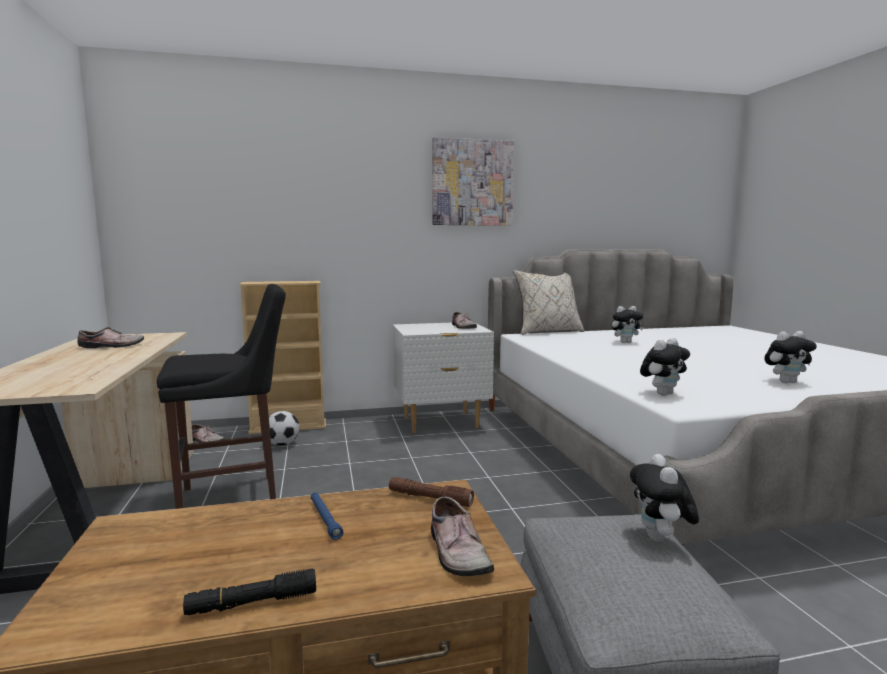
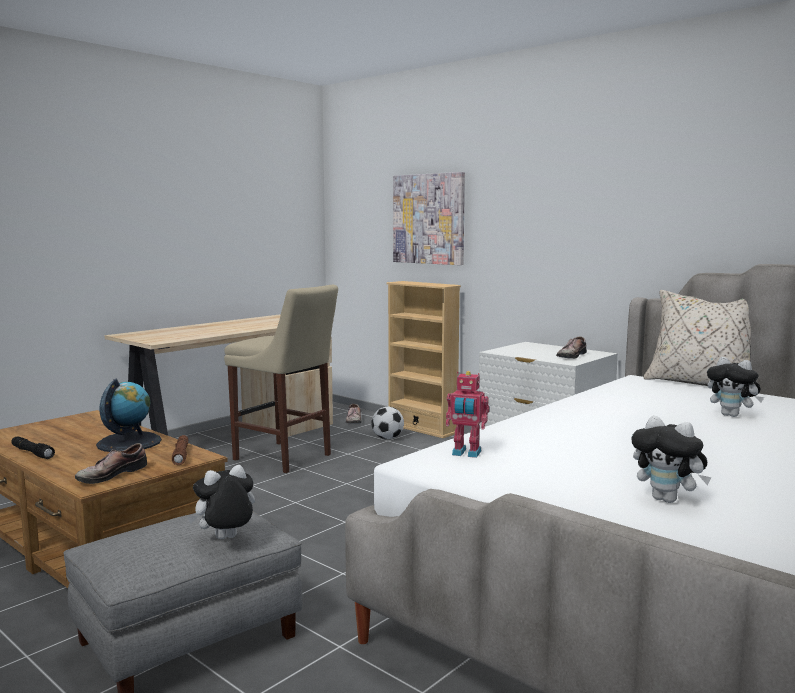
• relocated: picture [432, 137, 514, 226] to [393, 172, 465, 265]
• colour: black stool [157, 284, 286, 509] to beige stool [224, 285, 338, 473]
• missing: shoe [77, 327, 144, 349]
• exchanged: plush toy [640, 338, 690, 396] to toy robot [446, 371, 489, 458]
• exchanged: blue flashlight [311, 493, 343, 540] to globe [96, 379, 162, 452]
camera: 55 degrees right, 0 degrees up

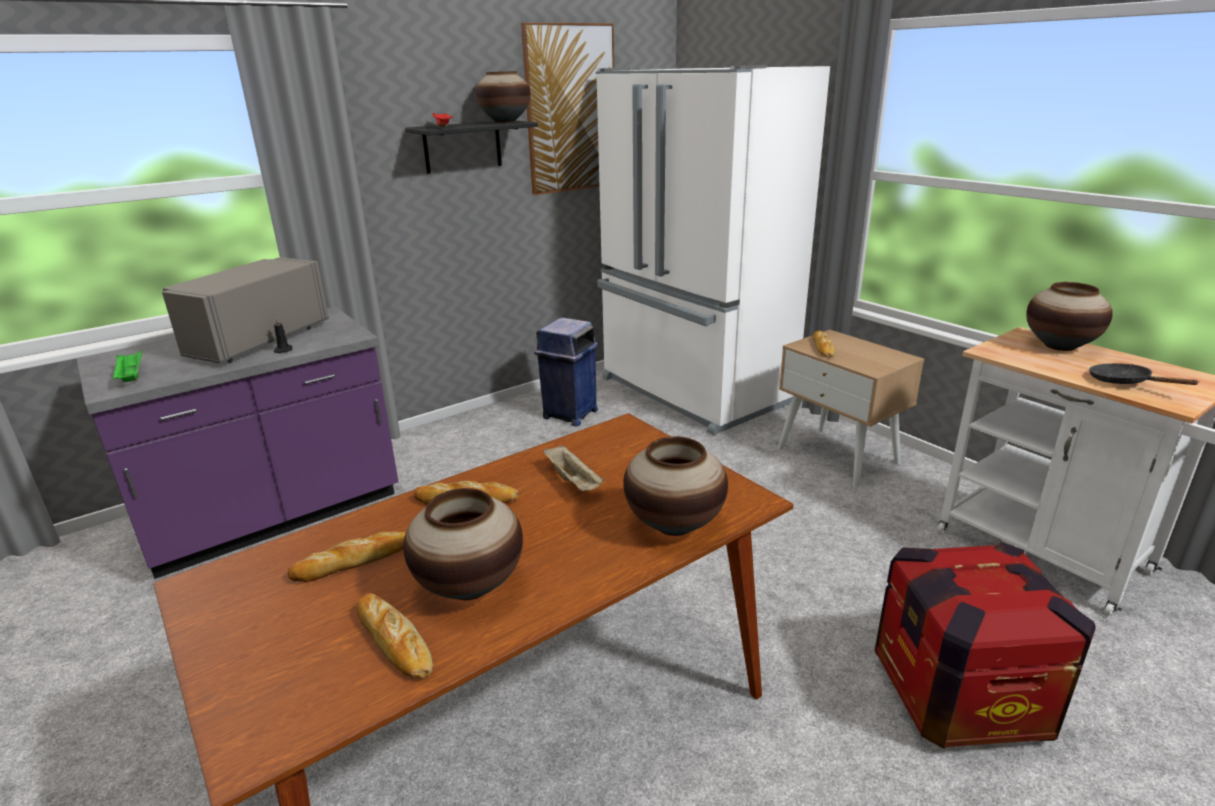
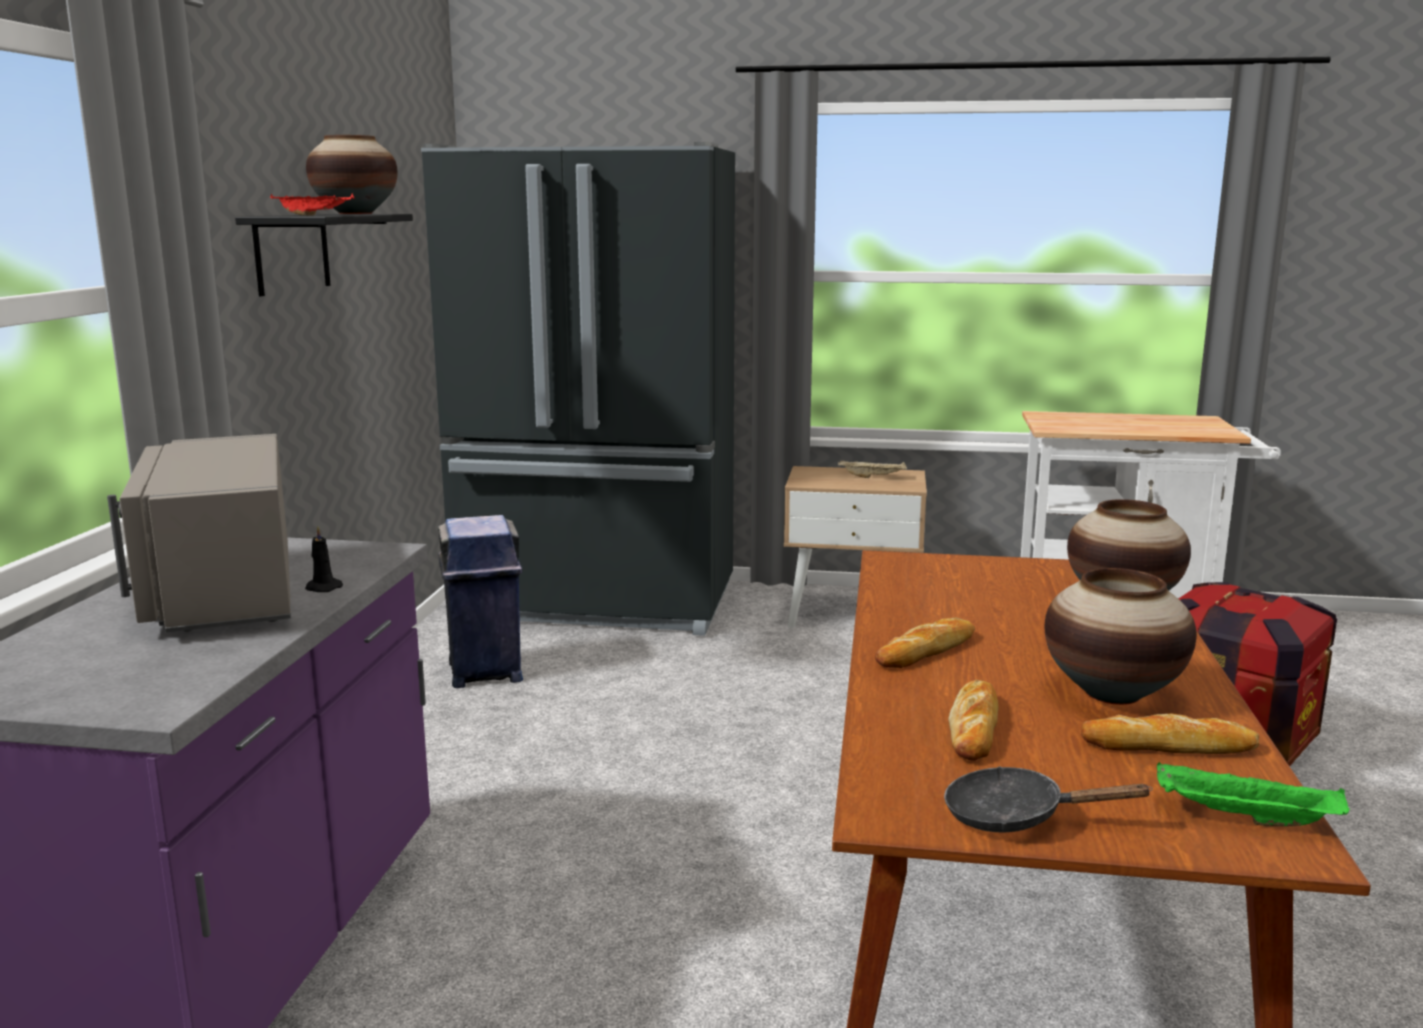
• missing: picture [521, 22, 614, 195]
• colour: white fridge [596, 65, 830, 435] to black fridge [421, 142, 735, 636]
• missing: vase [1026, 282, 1113, 351]
• missing: bread [813, 330, 835, 358]
• relocated: green tray [112, 350, 143, 382] to [1157, 761, 1350, 827]
• relocated: black frying pan [1089, 363, 1200, 385] to [944, 766, 1153, 832]
• relocated: beige tray [544, 445, 604, 491] to [838, 460, 907, 478]
camera: 45 degrees left, 10 degrees down

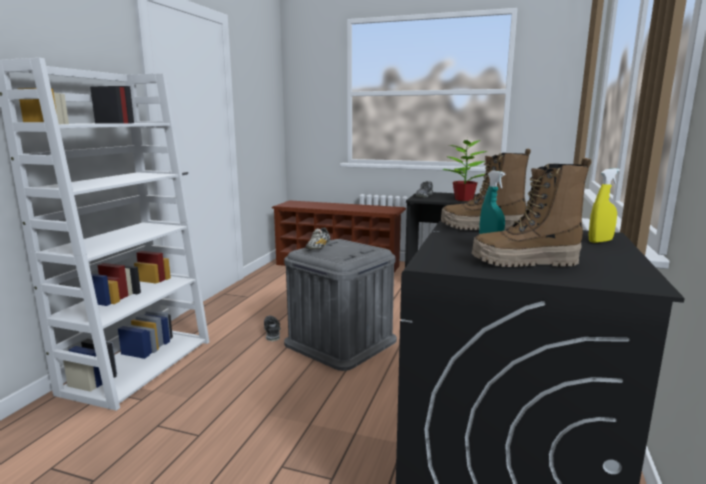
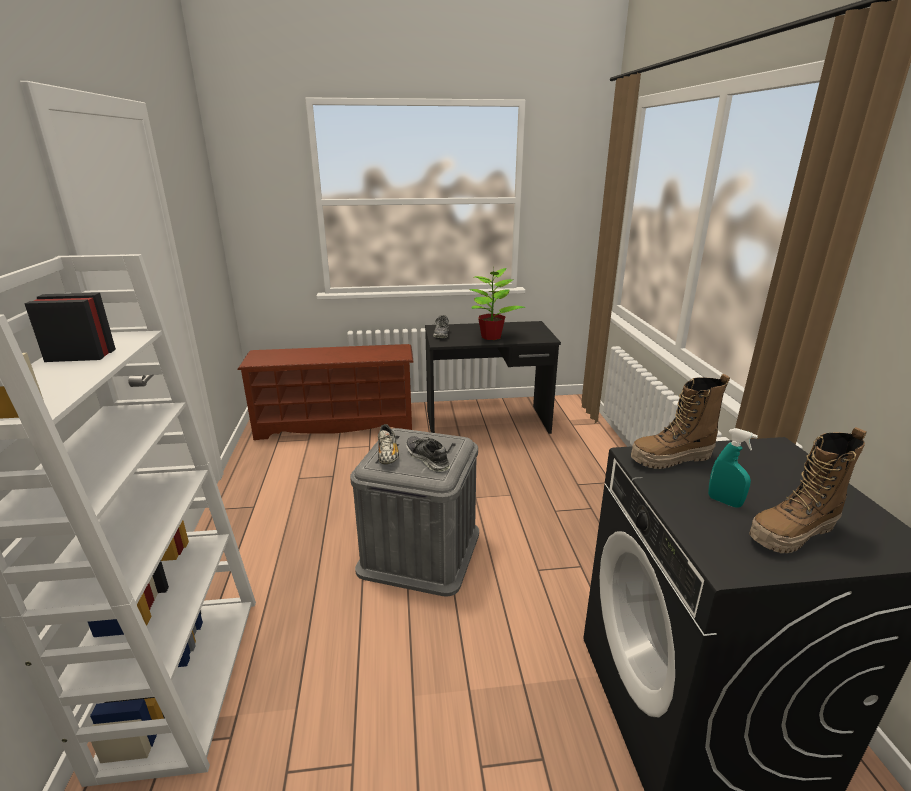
• missing: yellow spray bottle [589, 168, 620, 243]
• relocated: shoe [264, 315, 281, 341] to [406, 436, 450, 472]
camera: 25 degrees left, 10 degrees up

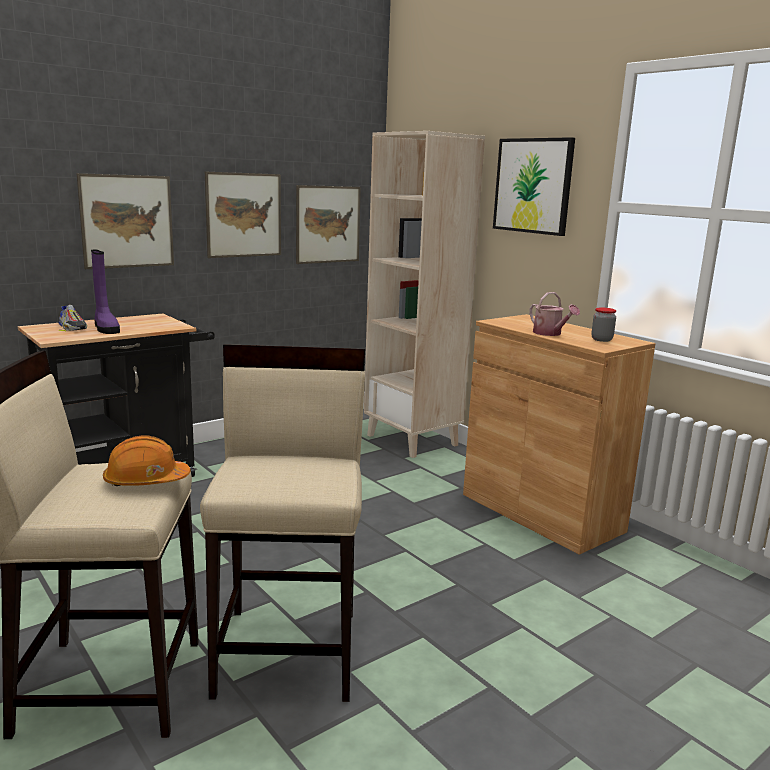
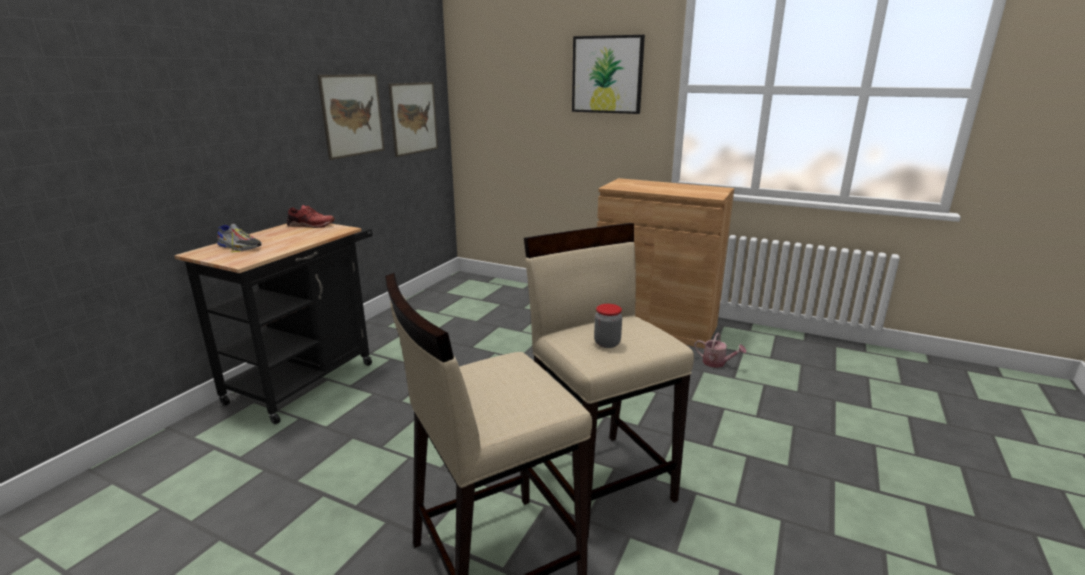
• missing: beige bookcase [364, 131, 485, 458]
• missing: picture [76, 173, 174, 269]
• missing: purple boot [91, 250, 120, 334]
• relocated: watering can [529, 292, 580, 336] to [694, 333, 746, 368]
• relocated: jar [591, 308, 616, 342] to [594, 304, 622, 348]
• missing: orange hard hat [103, 436, 191, 486]
• appeared: red shoe [287, 205, 335, 228]
camera: 25 degrees left, 5 degrees up

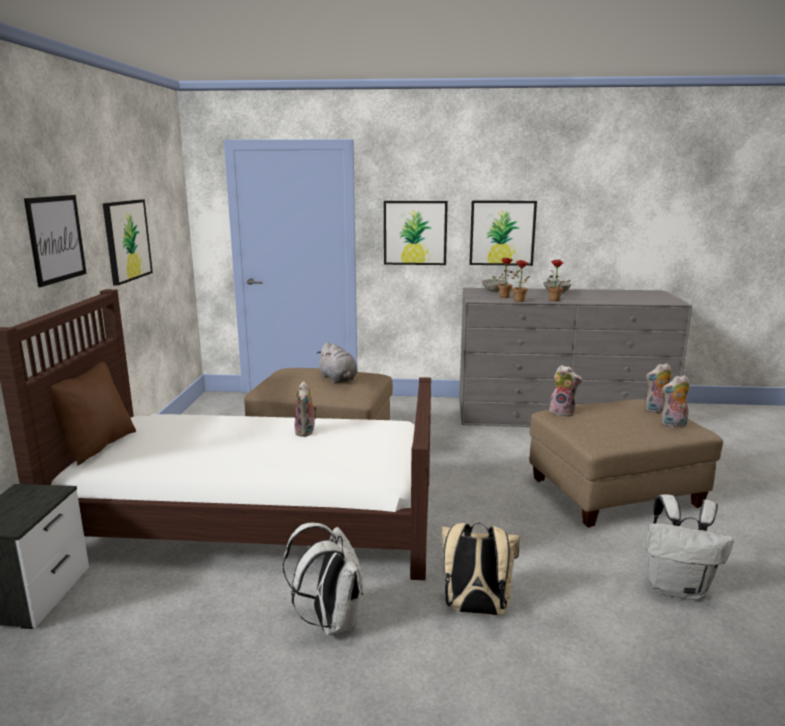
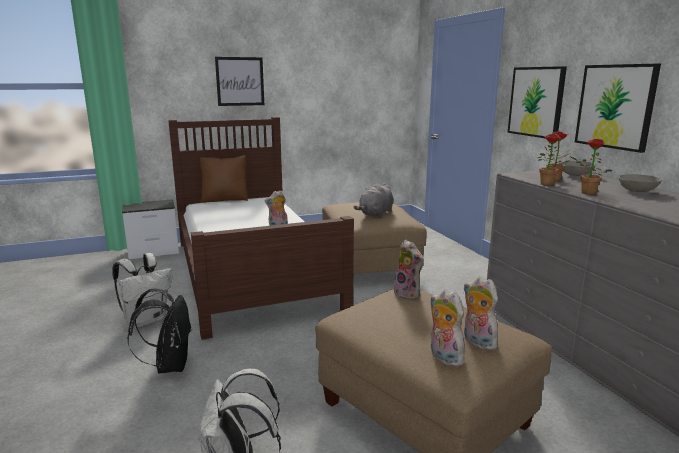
• missing: picture [103, 199, 153, 286]
• spun: plush toy [549, 365, 582, 417] = [394, 240, 424, 299] 45 degrees counterclockwise
• colour: beige backpack [441, 523, 520, 615] to black backpack [127, 288, 192, 373]
camera: 65 degrees right, 0 degrees up

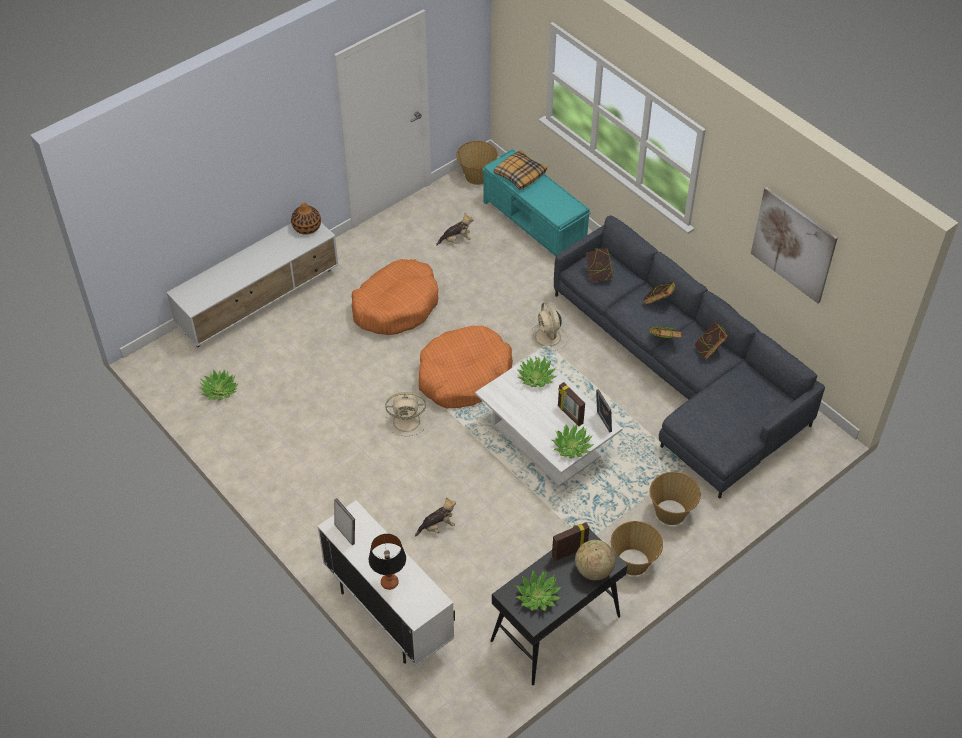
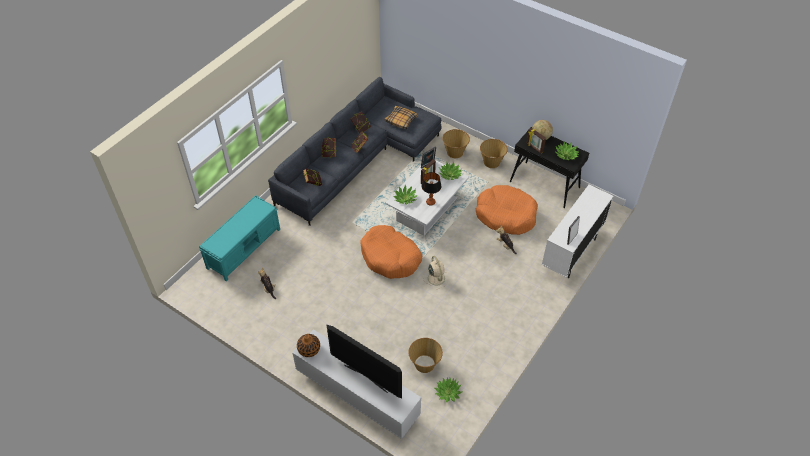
• relocated: basket [456, 141, 498, 185] to [409, 338, 443, 373]
• relocated: pillow [493, 150, 547, 190] to [384, 106, 418, 129]
• missing: picture [751, 187, 838, 304]
• relocated: orange dog bed [352, 259, 438, 335] to [476, 185, 538, 235]
• missing: beige fan [530, 302, 568, 351]
• relocated: table lamp [369, 534, 406, 590] to [422, 172, 441, 205]
• appeared: television [326, 324, 402, 398]
camera: 105 degrees left, 0 degrees up

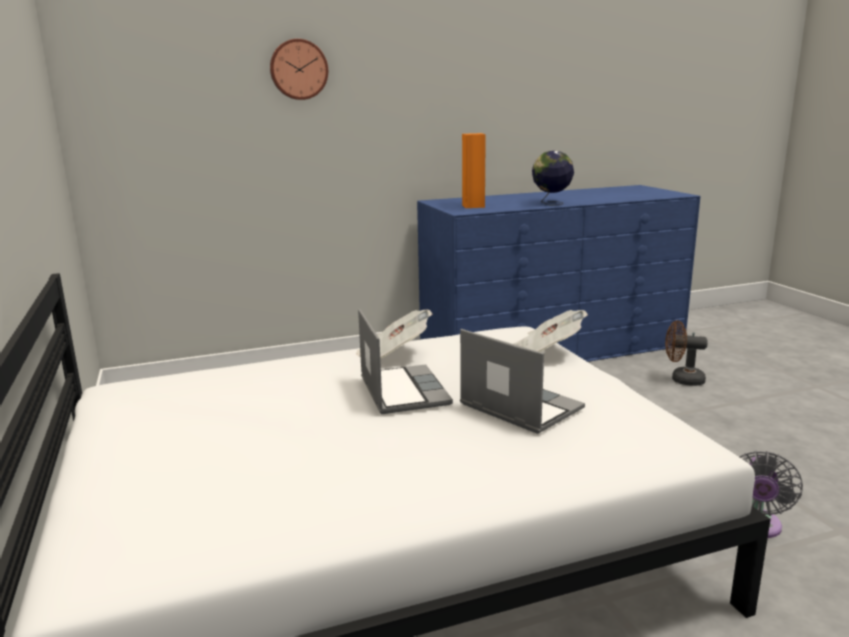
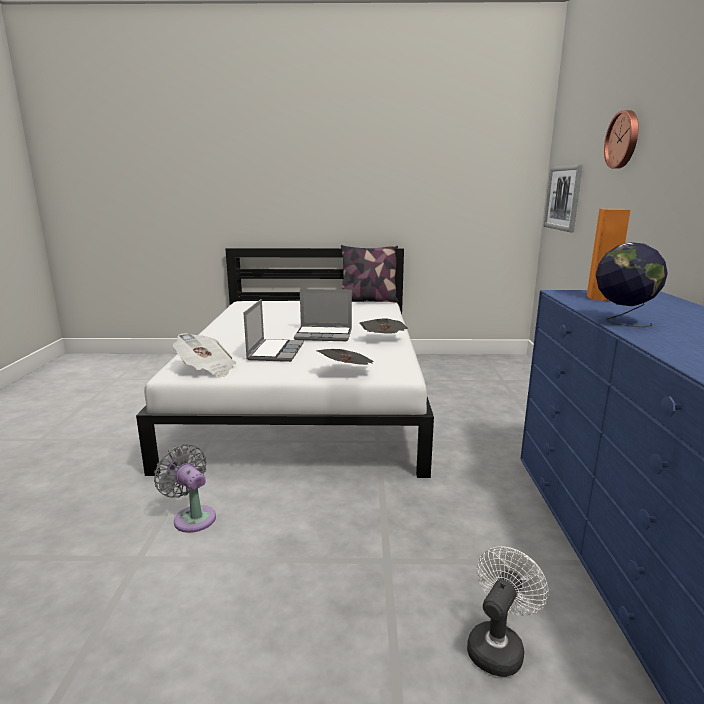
• colour: brown fan [665, 320, 708, 386] to white fan [467, 546, 548, 677]
• spun: laptop [460, 329, 585, 434] = [244, 299, 304, 362] 60 degrees counterclockwise
• appeared: picture [544, 165, 583, 232]
• appeared: pillow [341, 245, 398, 303]
• appeared: newspaper [173, 333, 237, 377]
camera: 110 degrees right, 0 degrees up

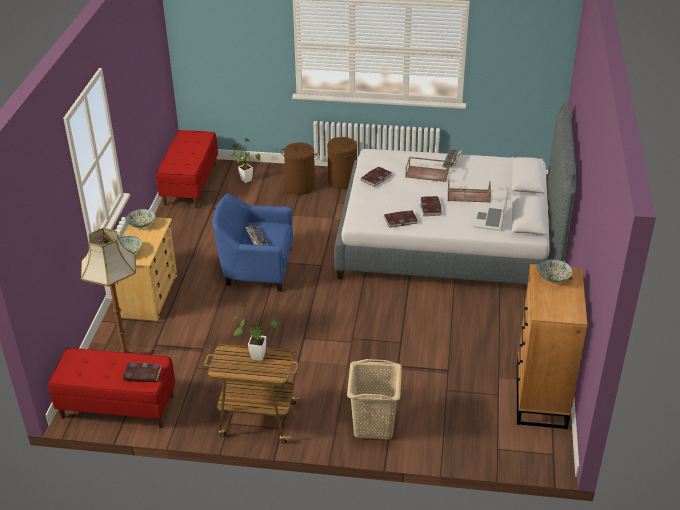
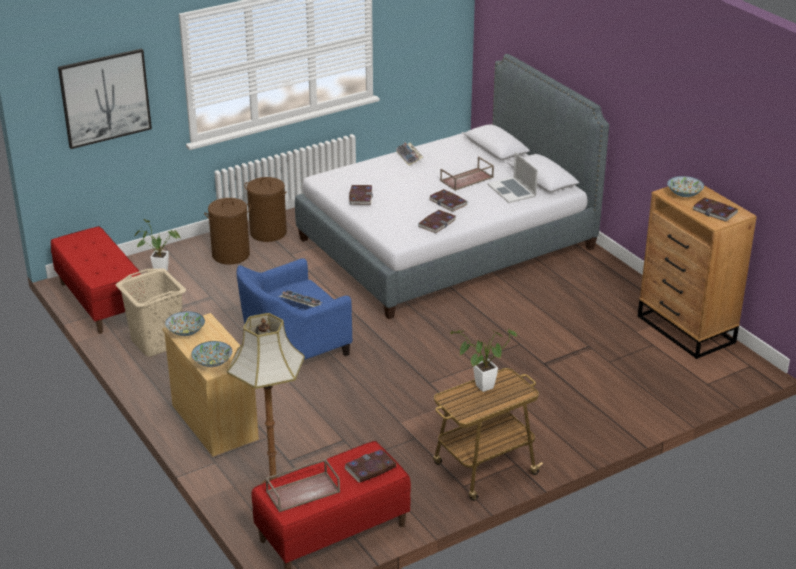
• relocated: brown tray [405, 157, 450, 182] to [265, 459, 340, 512]
• relocated: beige laundry basket [347, 359, 402, 439] to [116, 268, 186, 357]
• appeared: picture [58, 49, 152, 149]
• appeared: book [693, 197, 738, 222]
camera: 40 degrees left, 5 degrees down

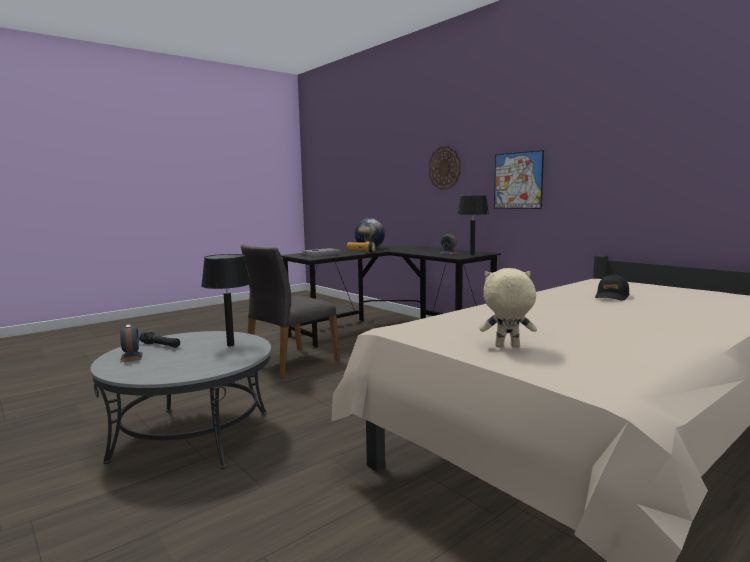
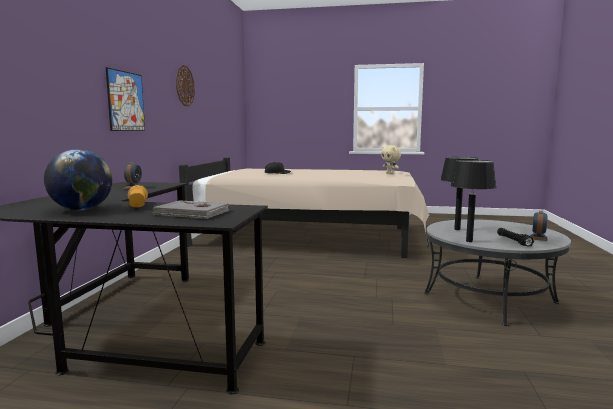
• relocated: wall clock [429, 146, 461, 190] to [176, 65, 195, 107]
• relocated: black table lamp [458, 195, 489, 255] to [450, 160, 496, 242]
• missing: grey chair [241, 245, 340, 379]
camera: 130 degrees left, 0 degrees up

